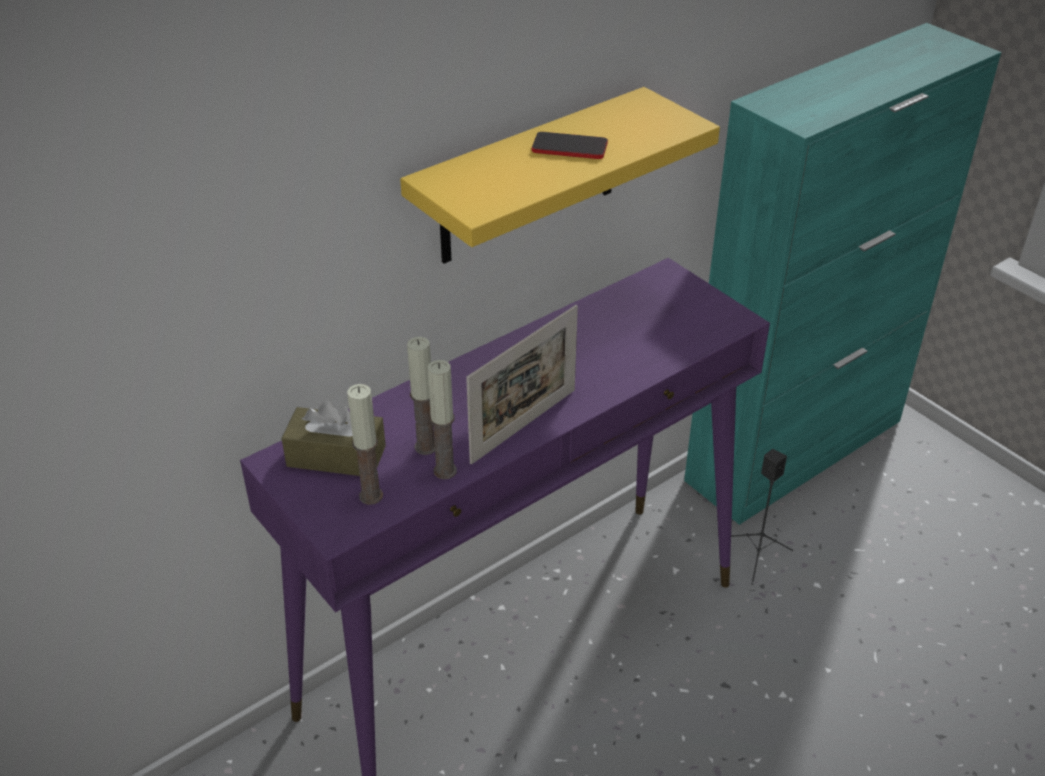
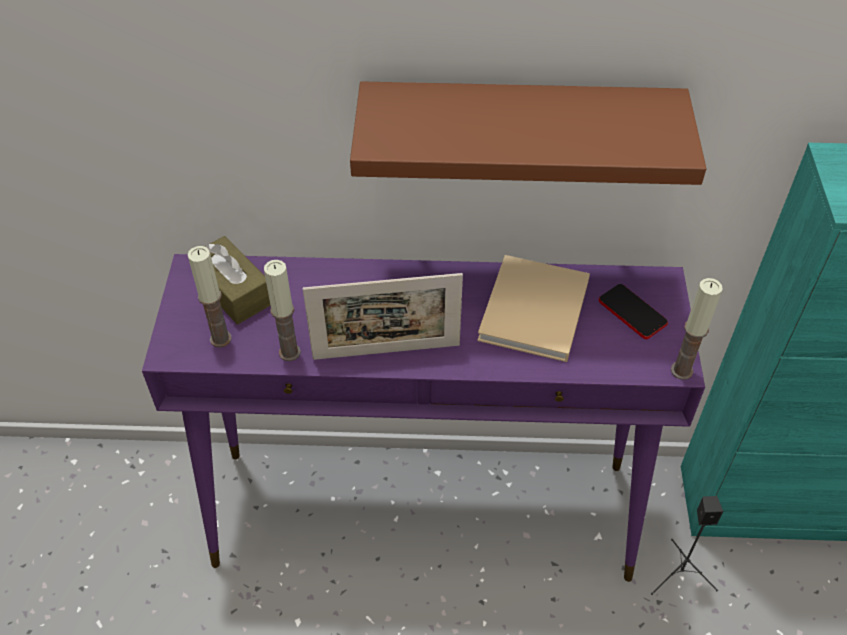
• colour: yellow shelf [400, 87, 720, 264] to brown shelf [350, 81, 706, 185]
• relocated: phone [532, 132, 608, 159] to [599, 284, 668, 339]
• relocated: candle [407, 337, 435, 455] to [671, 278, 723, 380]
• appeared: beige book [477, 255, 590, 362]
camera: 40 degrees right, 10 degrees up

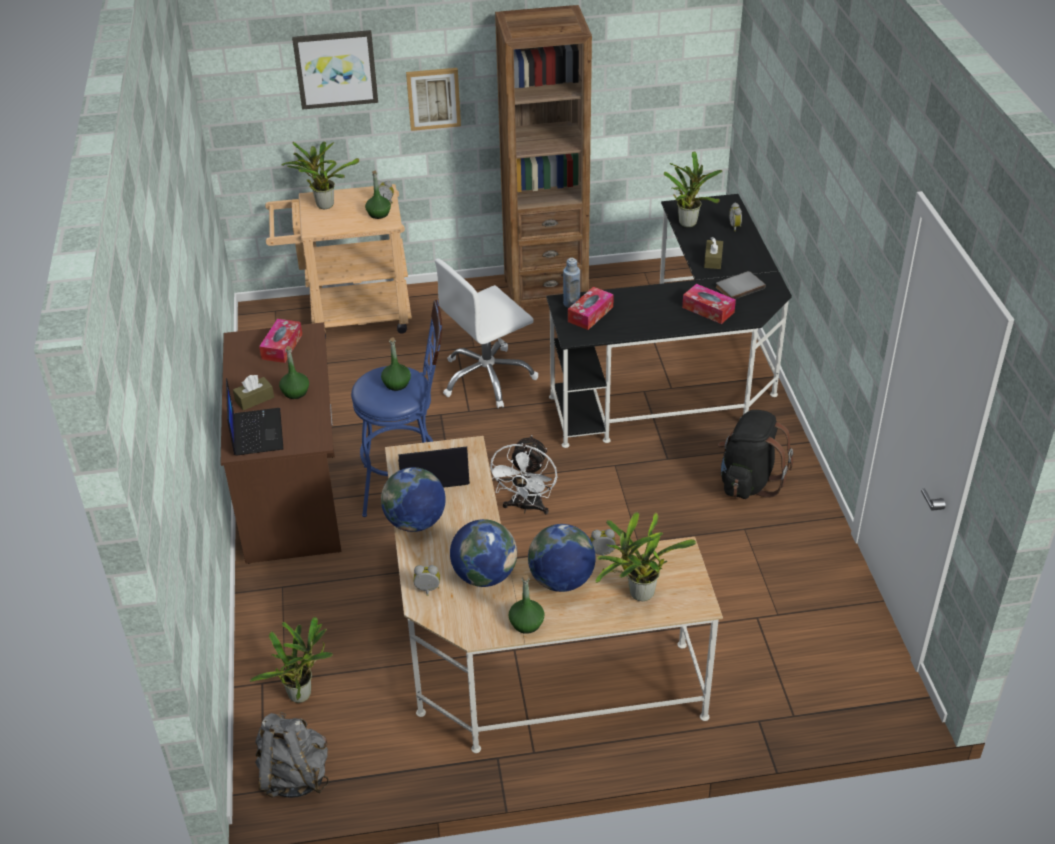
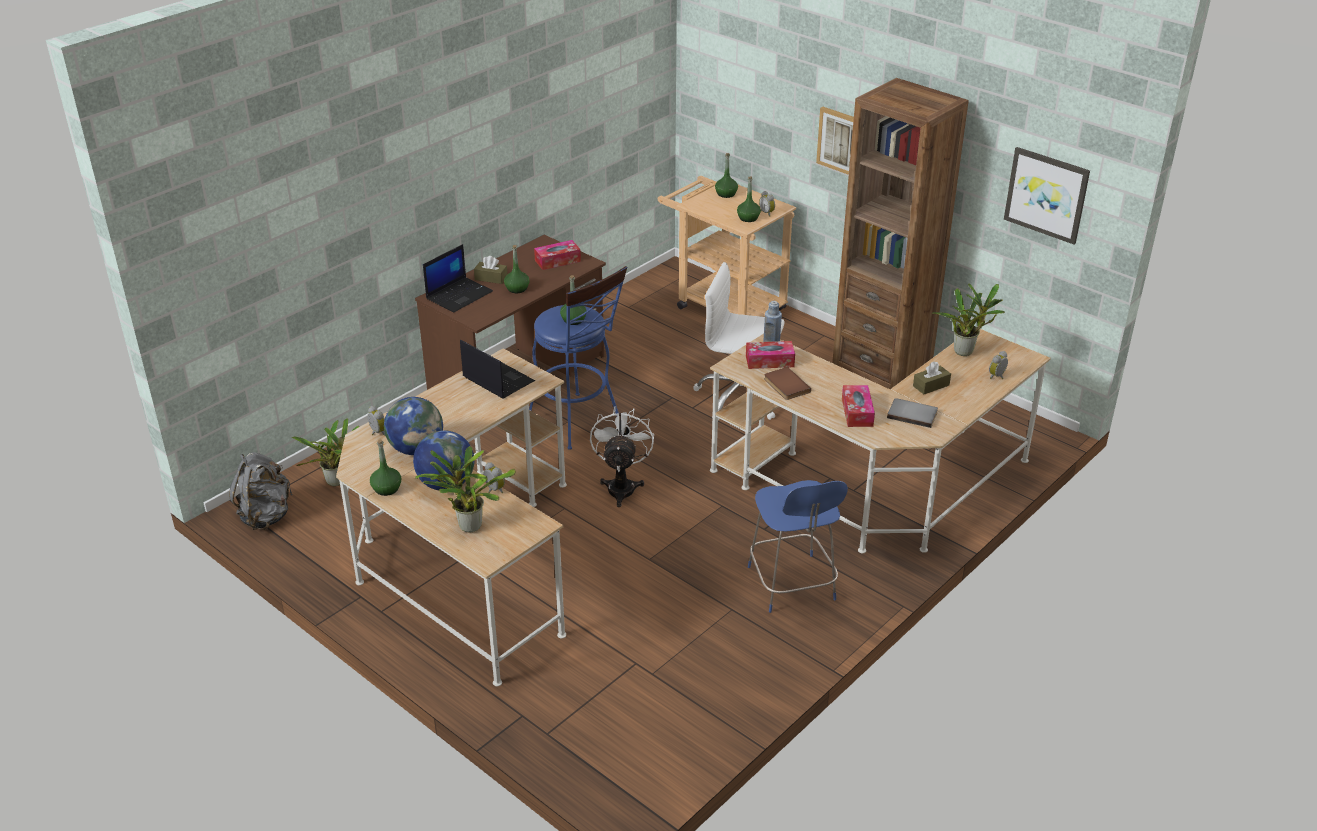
• relocated: picture [292, 30, 378, 110] to [1004, 147, 1090, 244]
• exchanged: potted plant [281, 141, 359, 210] to green bottle [715, 153, 738, 198]
• colour: black desk [546, 194, 792, 448] to beige desk [710, 329, 1051, 553]
• exchanged: black backpack [718, 410, 793, 499] to blue chair [748, 480, 848, 613]
• spun: white fan [490, 435, 558, 515] = [590, 407, 654, 507] 120 degrees clockwise
• missing: globe [381, 467, 446, 532]
• appeared: brown book [764, 367, 811, 400]
camera: 50 degrees right, 5 degrees down

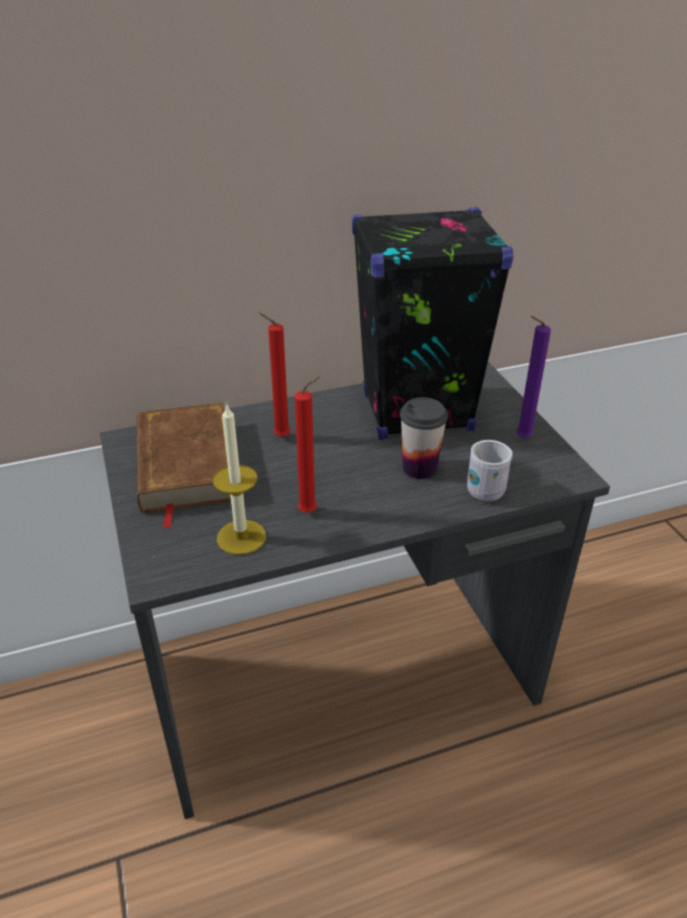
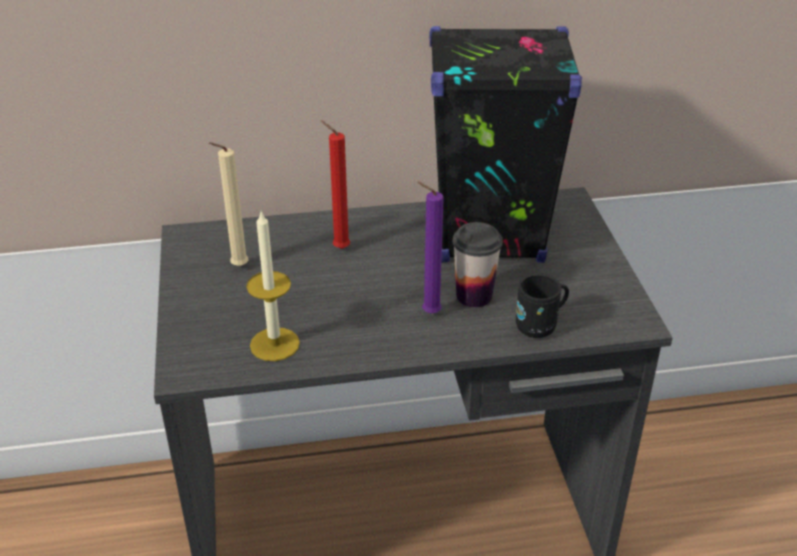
• relocated: purple candle [516, 316, 551, 439] to [417, 182, 444, 314]
• missing: red candle [295, 376, 320, 512]
• exchanged: brown book [137, 403, 231, 528] to beige candle [209, 142, 248, 266]
• colour: white mug [467, 440, 513, 501] to black mug [516, 273, 569, 338]
camera: 10 degrees right, 0 degrees up

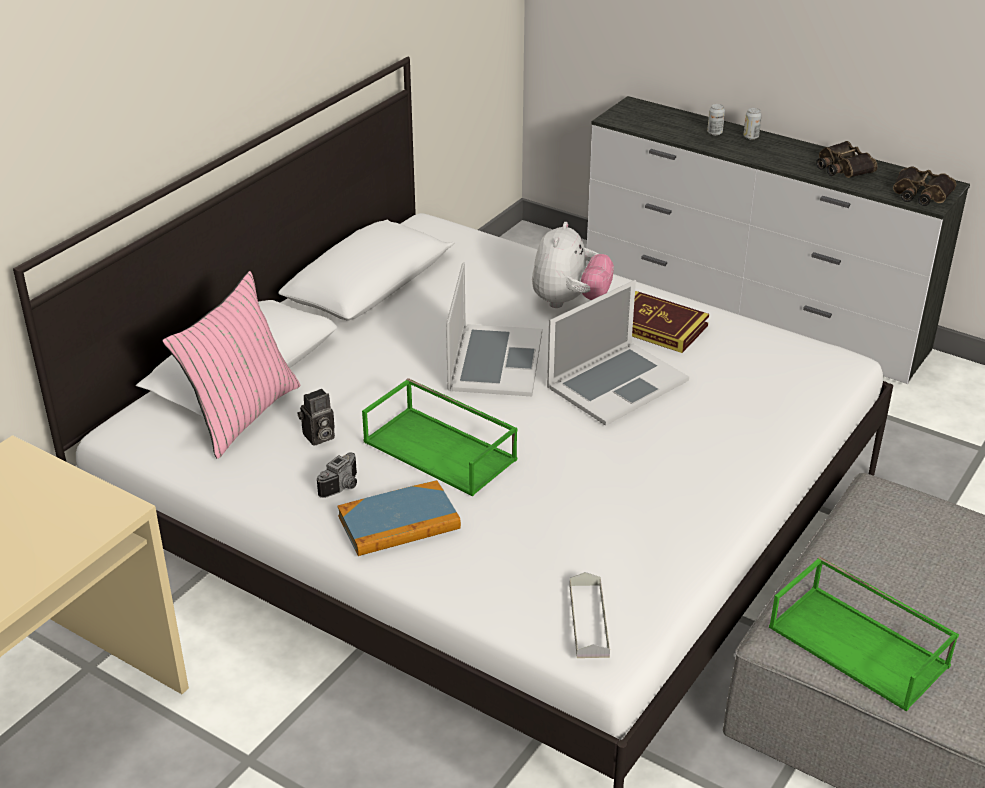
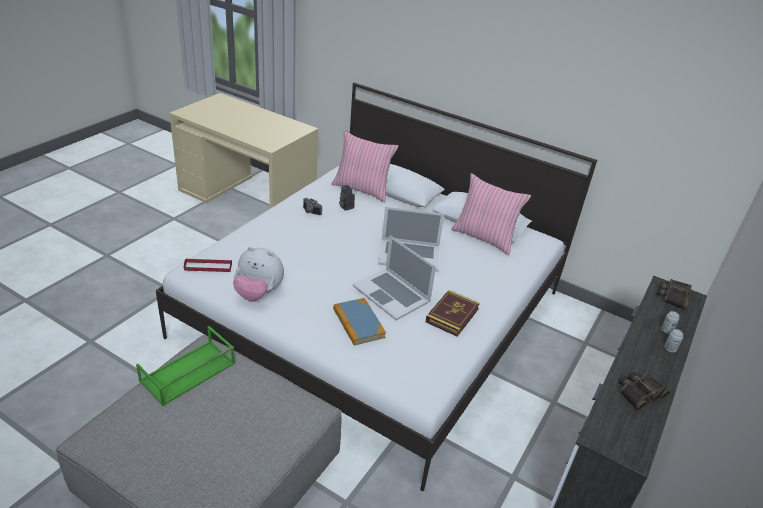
• relocated: binoculars [893, 166, 956, 206] to [656, 279, 692, 310]
• relocated: plush toy [532, 222, 614, 308] to [233, 247, 284, 301]
• missing: green tray [362, 378, 518, 496]
• relocated: book [337, 480, 461, 556] to [333, 298, 386, 346]
• colour: grey tray [569, 572, 610, 658] to red tray [184, 258, 232, 272]
• appeared: pink pillow [451, 173, 531, 256]
camera: 85 degrees right, 0 degrees up

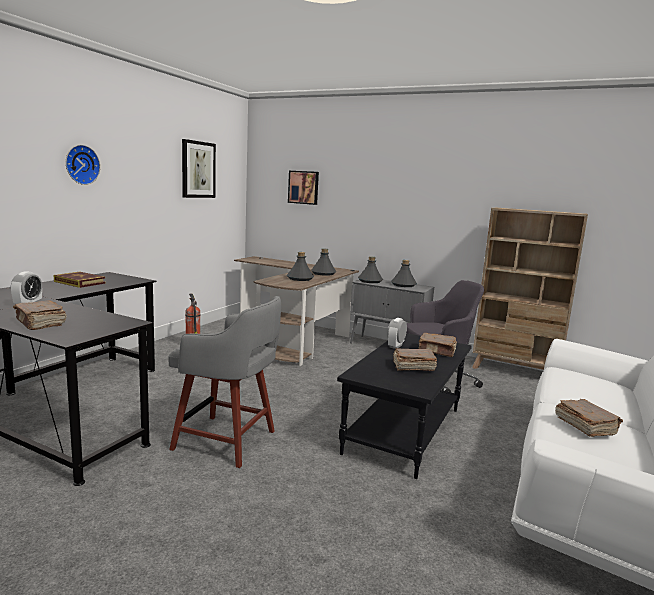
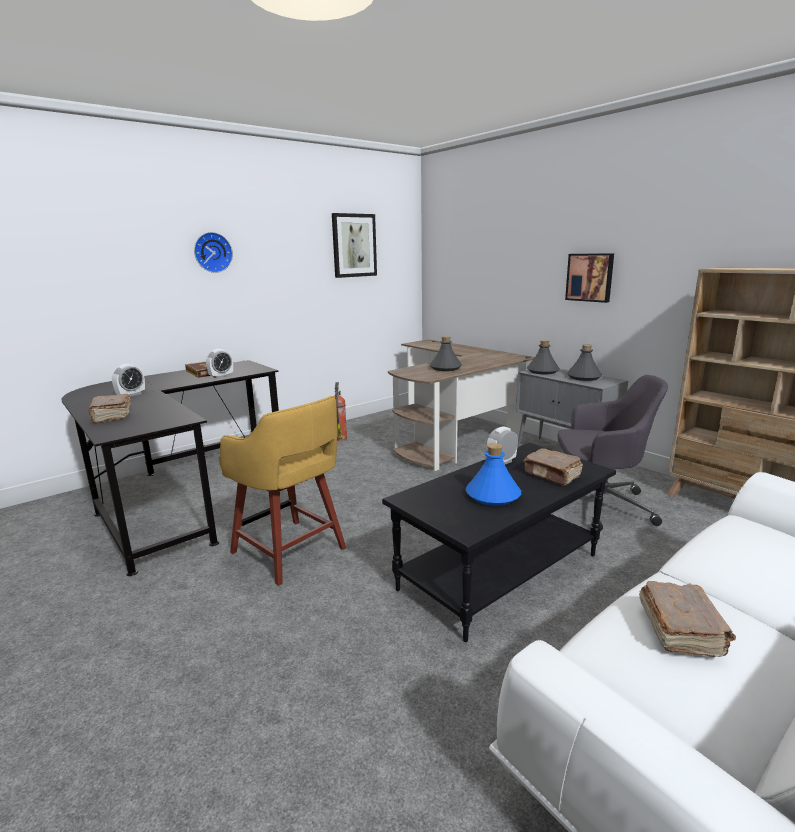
• relocated: picture [288, 171, 319, 205] to [565, 253, 614, 303]
• missing: grey bottle [311, 249, 336, 276]
• colour: grey stool [168, 296, 281, 468] to yellow stool [219, 396, 346, 586]
• exchanged: brown book [393, 348, 437, 371] to blue bottle [466, 443, 521, 506]
• appeared: alarm clock [206, 349, 233, 379]
camera: 25 degrees right, 5 degrees up

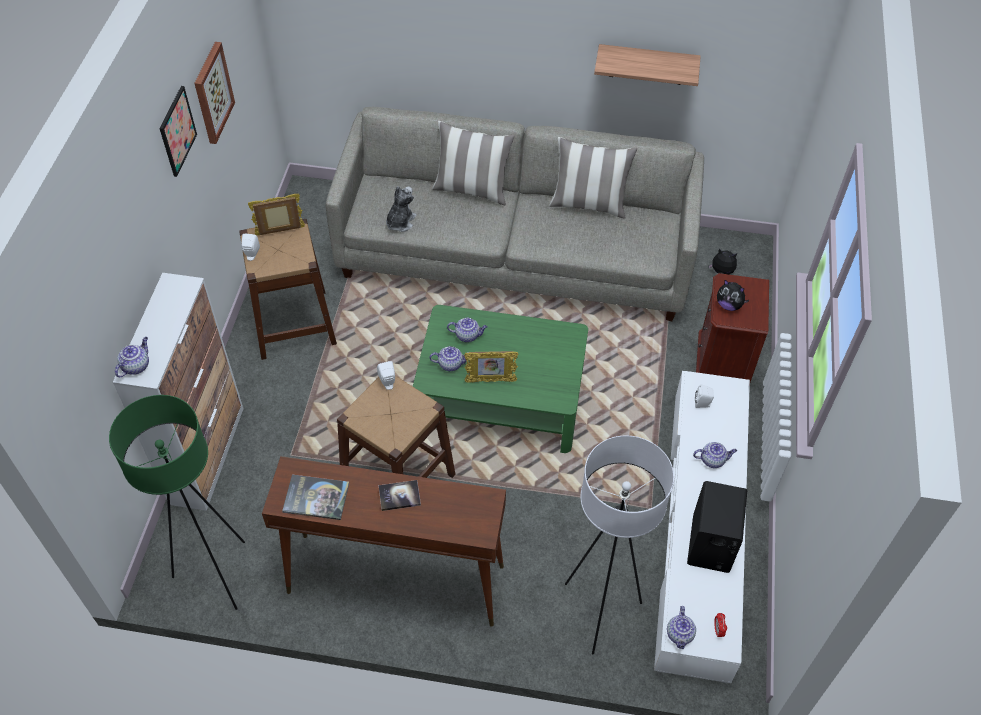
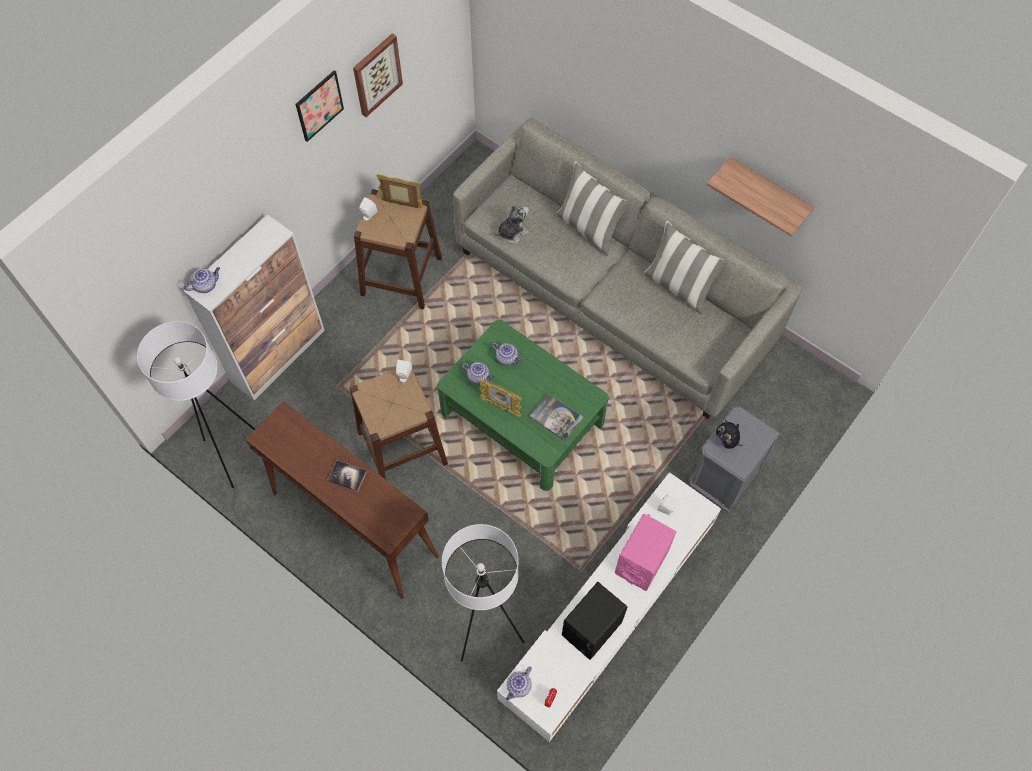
• missing: plush toy [709, 248, 737, 274]
• colour: brown nightstand [696, 273, 769, 382] to grey nightstand [689, 406, 780, 512]
• colour: green floor lamp [109, 395, 245, 610] to white floor lamp [137, 321, 255, 488]
• exchanged: teapot [693, 442, 737, 468] to pink speaker [615, 514, 676, 591]
• relocated: book [282, 475, 349, 520] to [529, 394, 584, 441]
camera: 30 degrees right, 10 degrees up

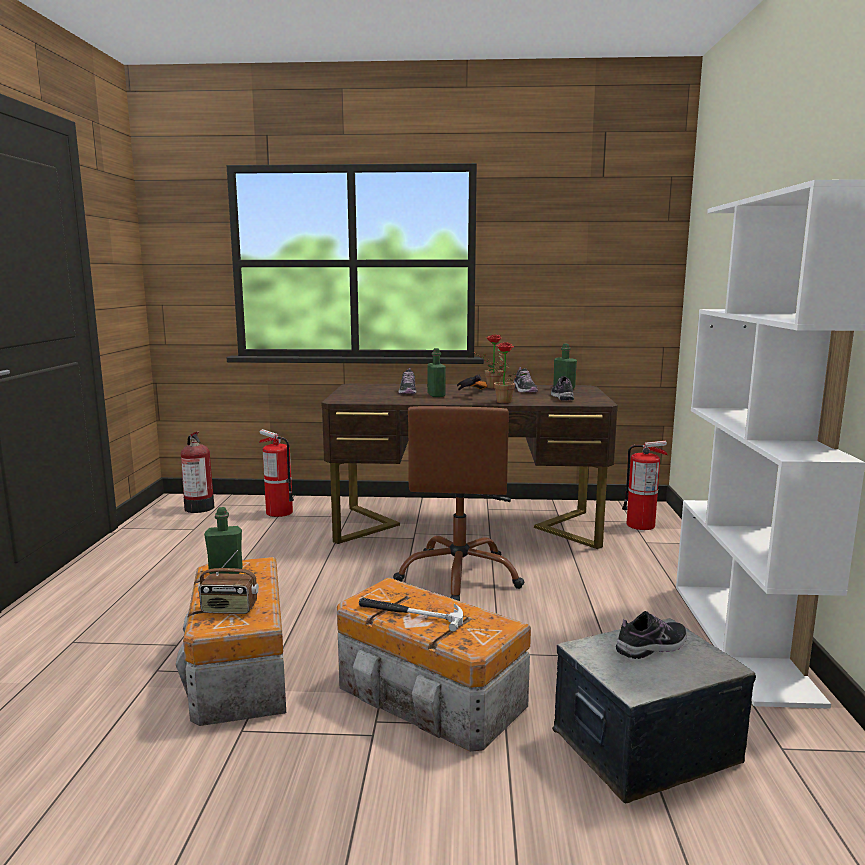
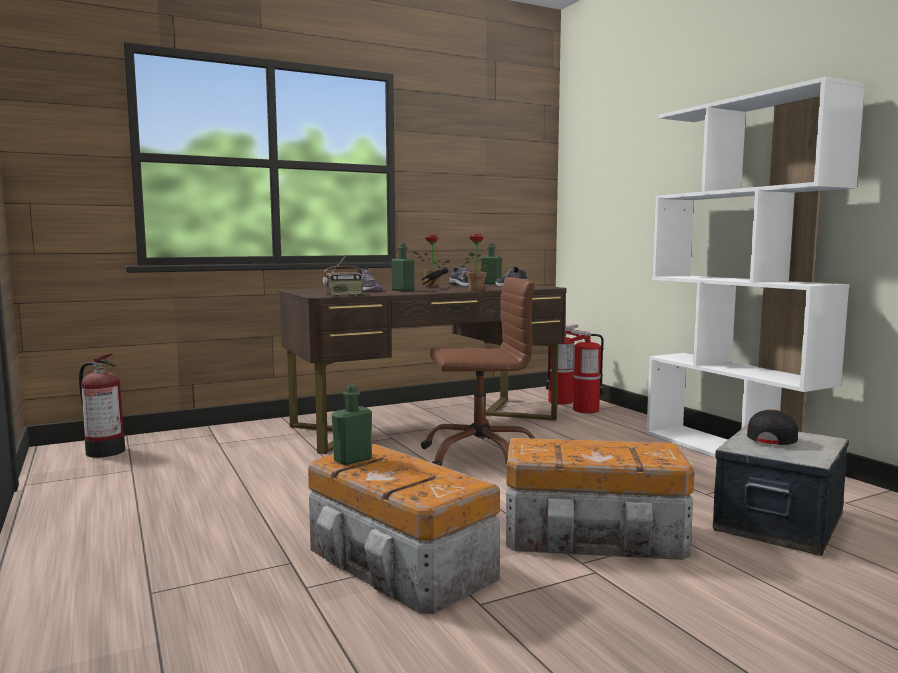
• spun: brown office chair [393, 406, 524, 601] = [421, 277, 536, 466] 75 degrees counterclockwise
• relocated: fire extinguisher [259, 429, 294, 517] to [568, 329, 604, 413]
• relocated: radio [198, 550, 259, 614] to [323, 254, 363, 297]
• missing: hammer [359, 598, 463, 632]
• exchanged: shoe [616, 611, 687, 659] to black cap [747, 410, 798, 445]
camera: 30 degrees left, 5 degrees down

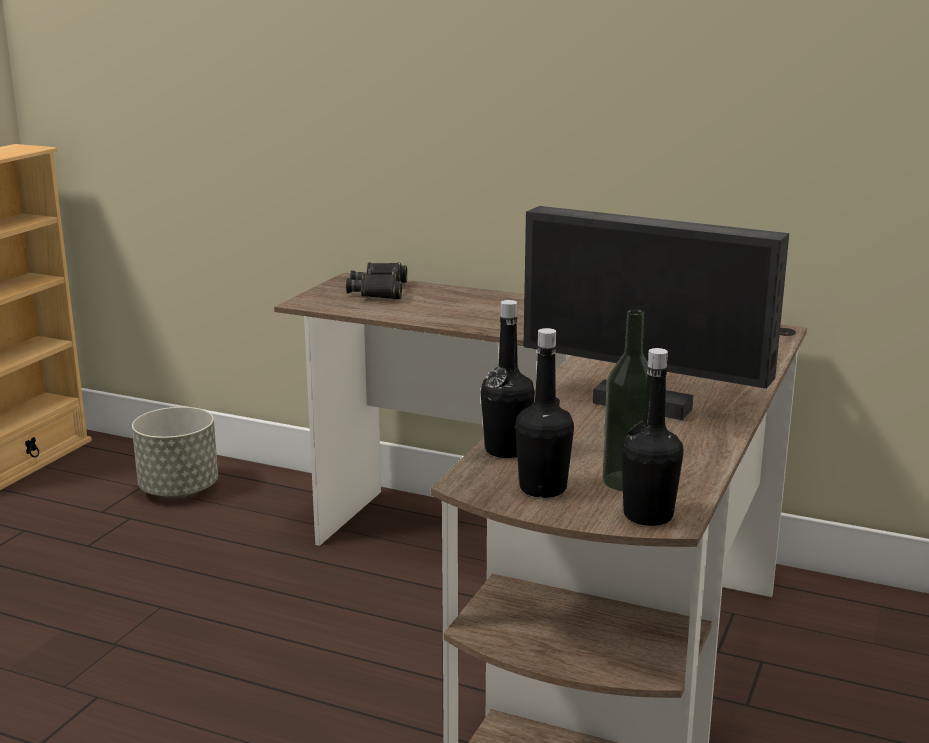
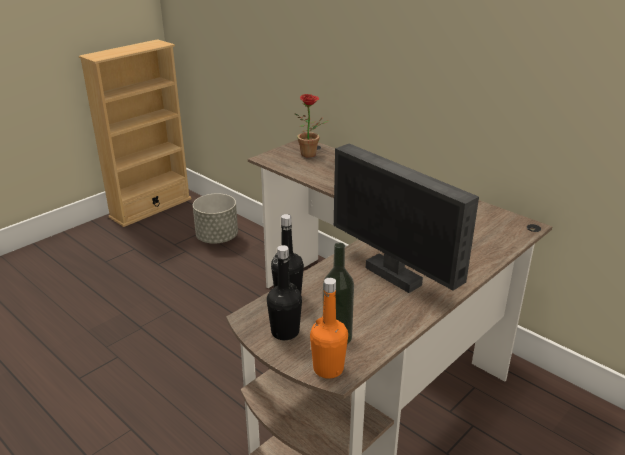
• exchanged: black binoculars [346, 263, 407, 299] to potted plant [294, 94, 330, 158]
• colour: black bottle [621, 348, 684, 526] to orange bottle [310, 278, 348, 379]
camera: 20 degrees right, 10 degrees up

